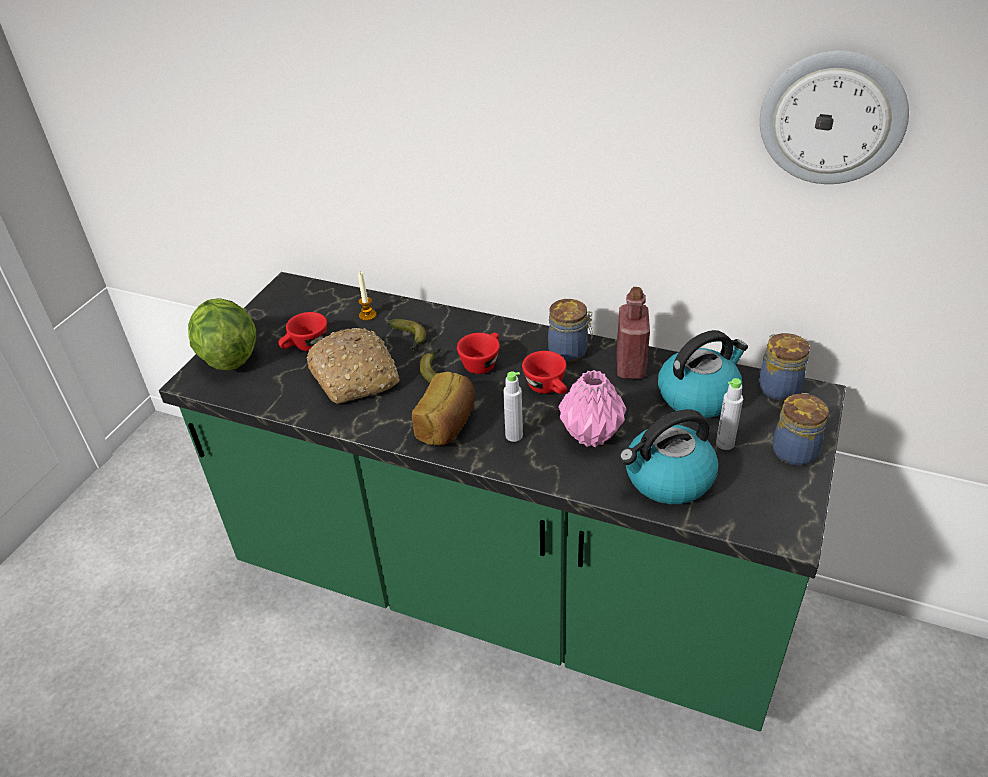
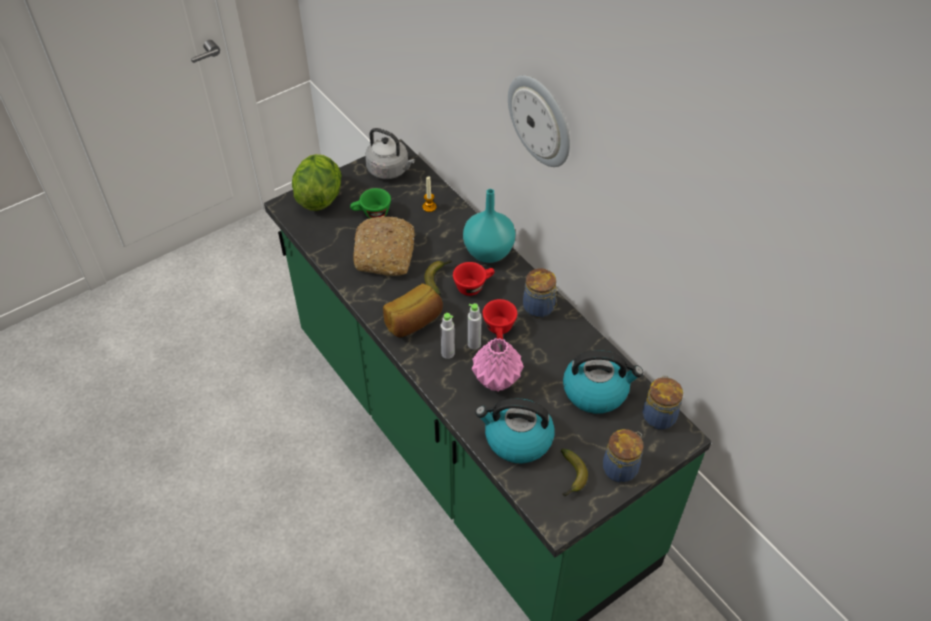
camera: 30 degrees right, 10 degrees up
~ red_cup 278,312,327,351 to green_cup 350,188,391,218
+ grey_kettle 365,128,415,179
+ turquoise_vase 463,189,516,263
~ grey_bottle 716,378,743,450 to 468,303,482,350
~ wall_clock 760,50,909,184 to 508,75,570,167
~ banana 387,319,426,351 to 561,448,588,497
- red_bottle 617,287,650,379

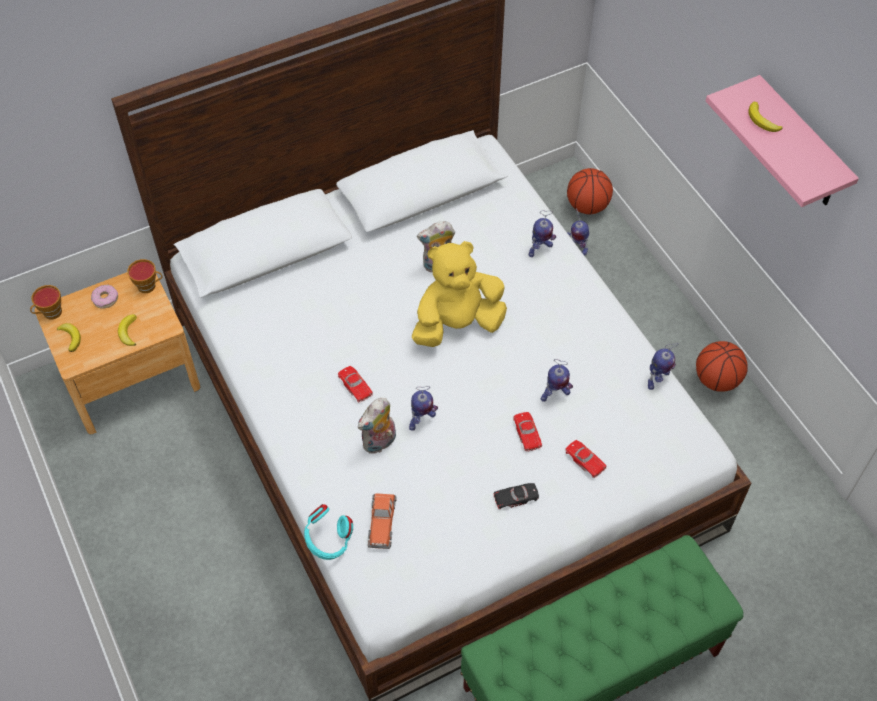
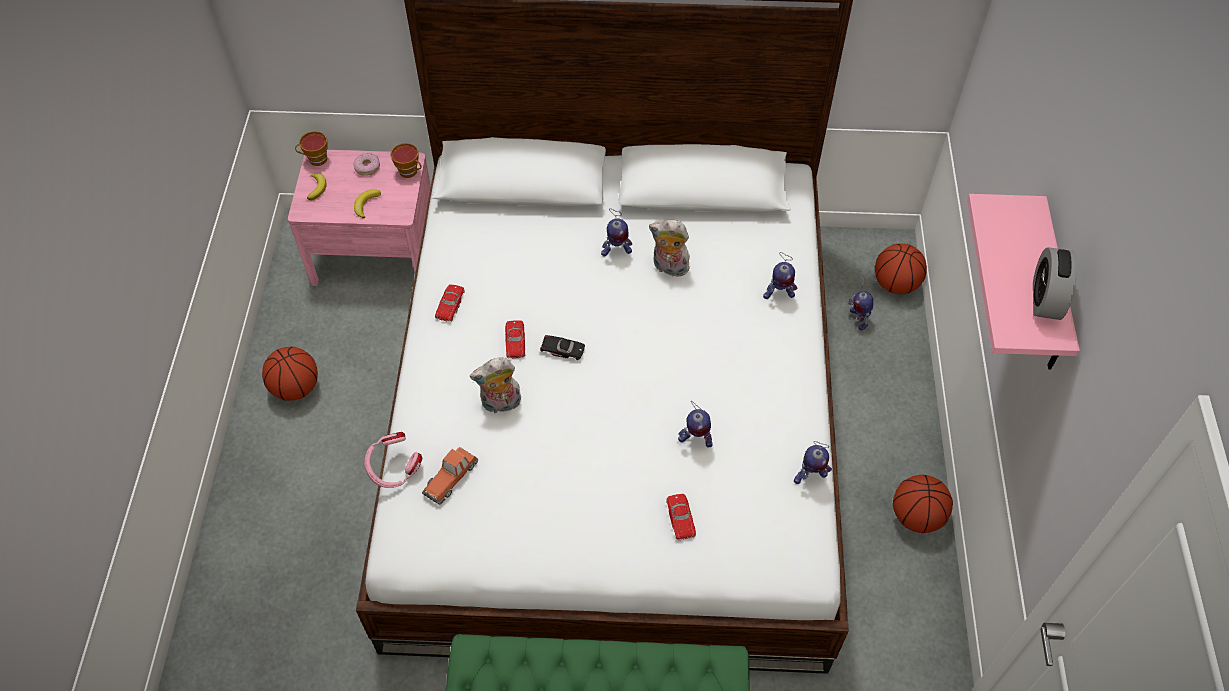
camera: 30 degrees right, 0 degrees up
+ basketball 262,347,318,401
~ brown_nightstand 34,272,200,434 to pink_nightstand 288,150,431,286
~ turquoise_headphones 304,504,353,560 to pink_headphones 364,432,423,488
~ red_toy_car 513,412,542,452 to 435,284,465,322
~ black_toy_car 493,483,539,509 to 540,335,585,360
~ toy_robot 409,386,438,431 to 601,208,632,256
+ alarm_clock 1033,247,1077,320
- yellow_plush_toy 412,241,507,347
- banana 748,102,783,132

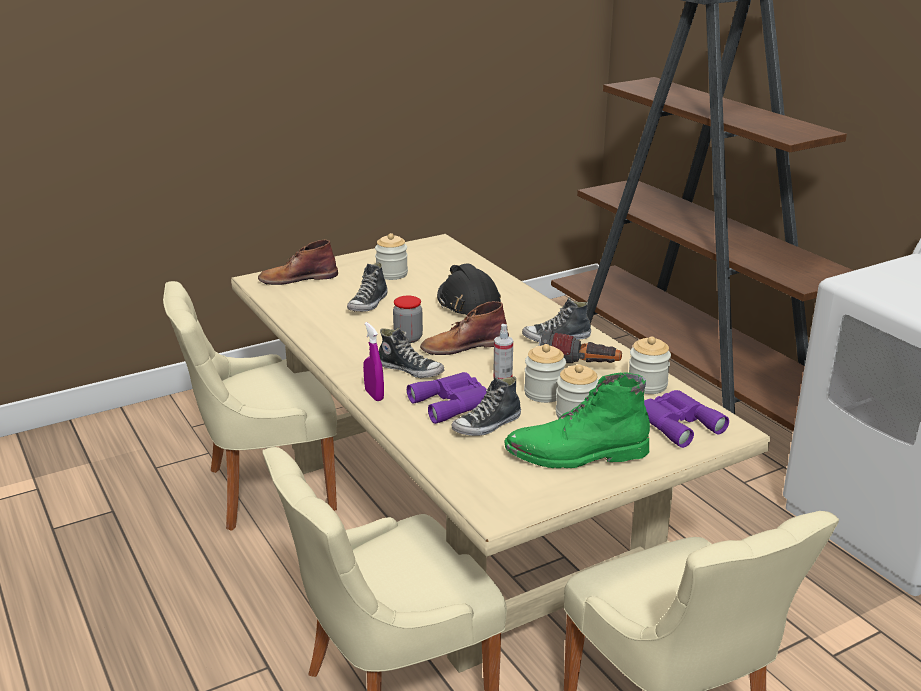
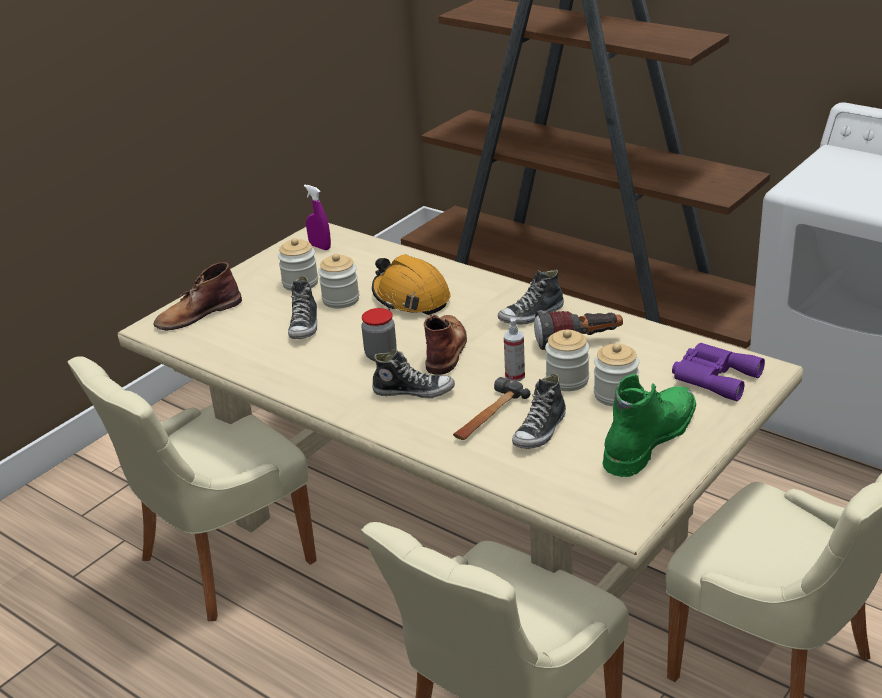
camera: 20 degrees left, 5 degrees up
~ purple_spray_bottle 363,322,384,401 to 304,185,331,250
~ jar 629,336,671,394 to 318,254,359,308
~ black_hard_hat 437,263,501,315 to orange_hard_hat 372,254,451,315
~ brown_boot 420,301,509,355 = 424,314,467,375 135 degrees clockwise
~ purple_binoculars 407,372,487,424 to hammer 453,377,530,440
~ green_boot 504,372,650,468 = 602,374,696,477 150 degrees clockwise

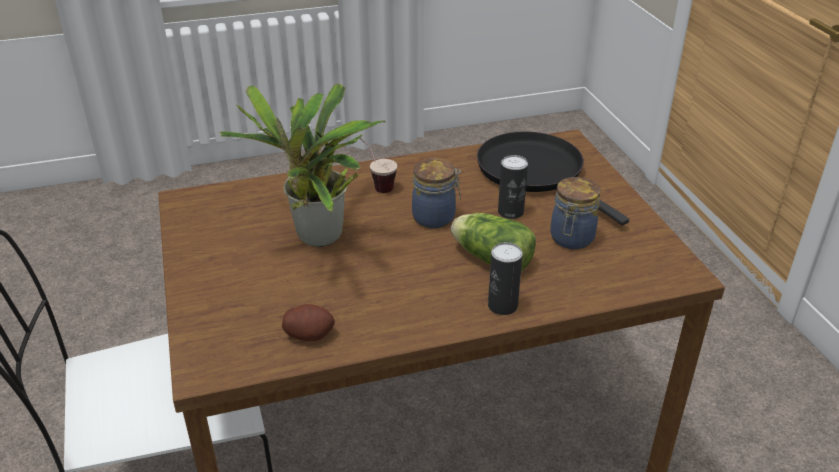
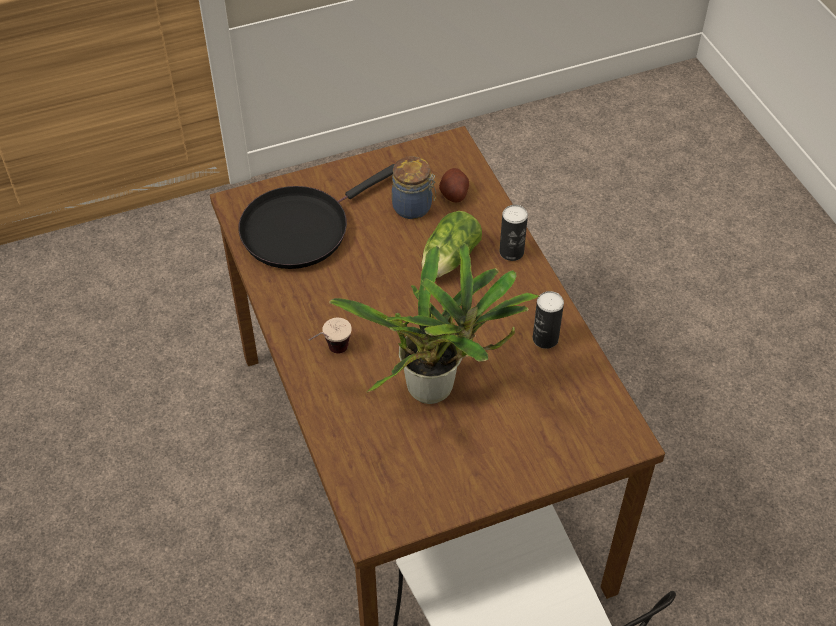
camera: 95 degrees left, 15 degrees up
~ potato 282,304,335,341 to 439,168,469,202
~ can 498,155,528,219 to 533,291,564,349
- jar 412,159,461,229

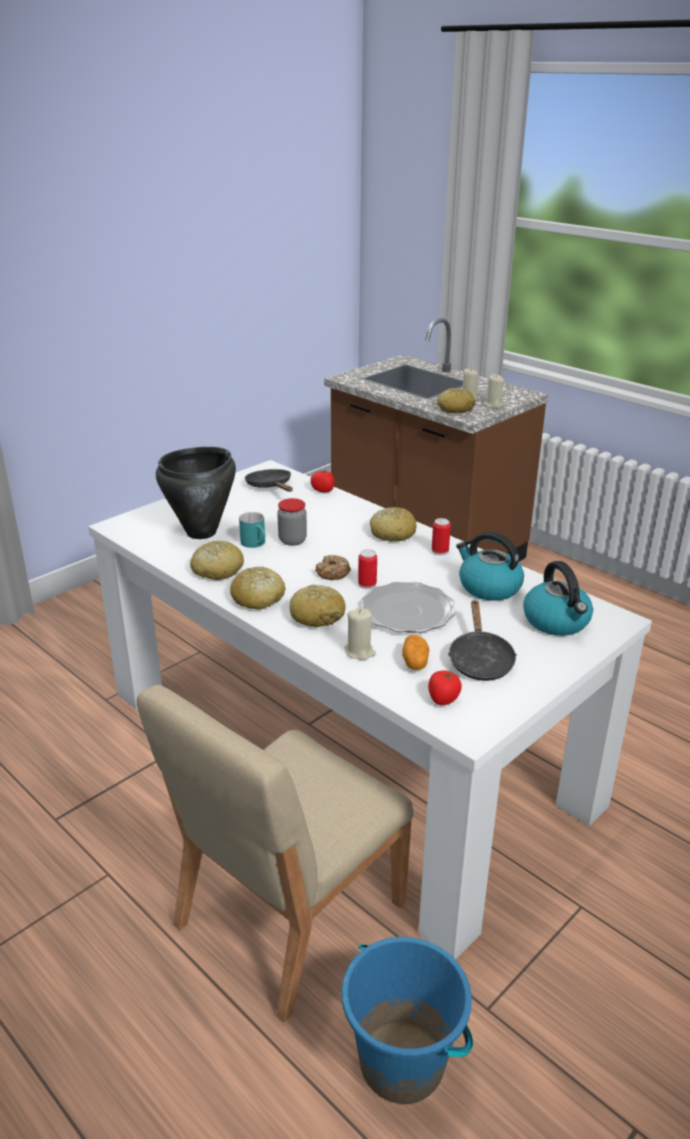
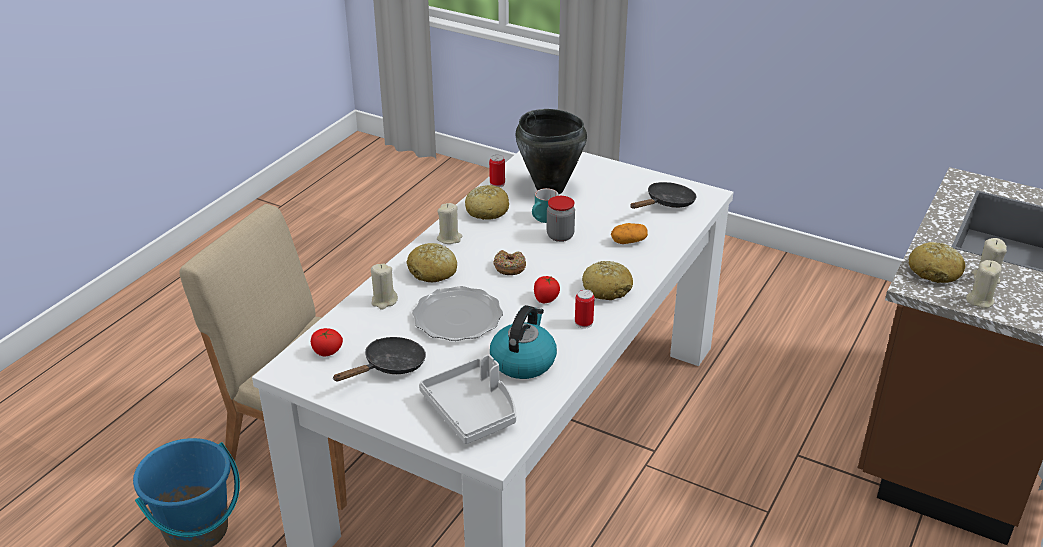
camera: 75 degrees right, 5 degrees up
~ black_frying_pan 448,600,517,681 = 333,337,426,382 150 degrees clockwise
~ kettle 523,561,593,636 to grey_tray 419,354,516,444
~ bread 230,566,286,610 to beige_candle 437,203,462,244
~ can 358,549,377,589 to 489,154,505,188
~ tomato 311,469,334,493 to 534,276,560,303
~ potato 402,635,429,670 to 611,223,648,244

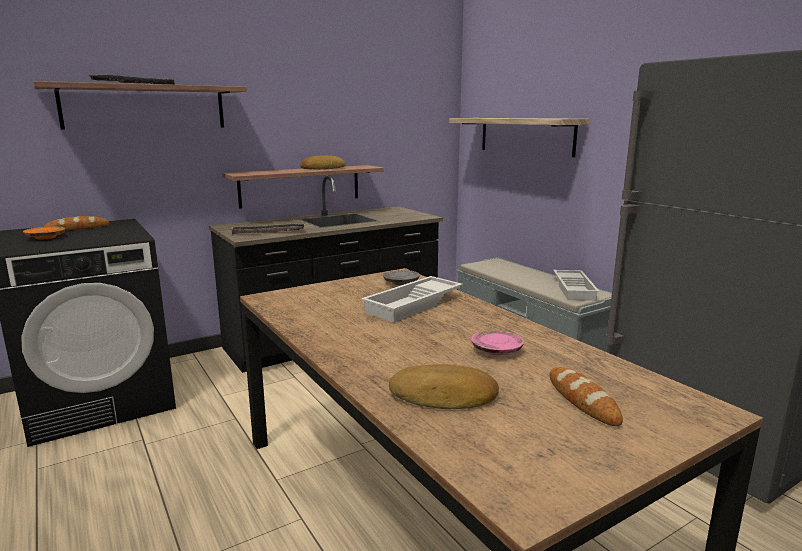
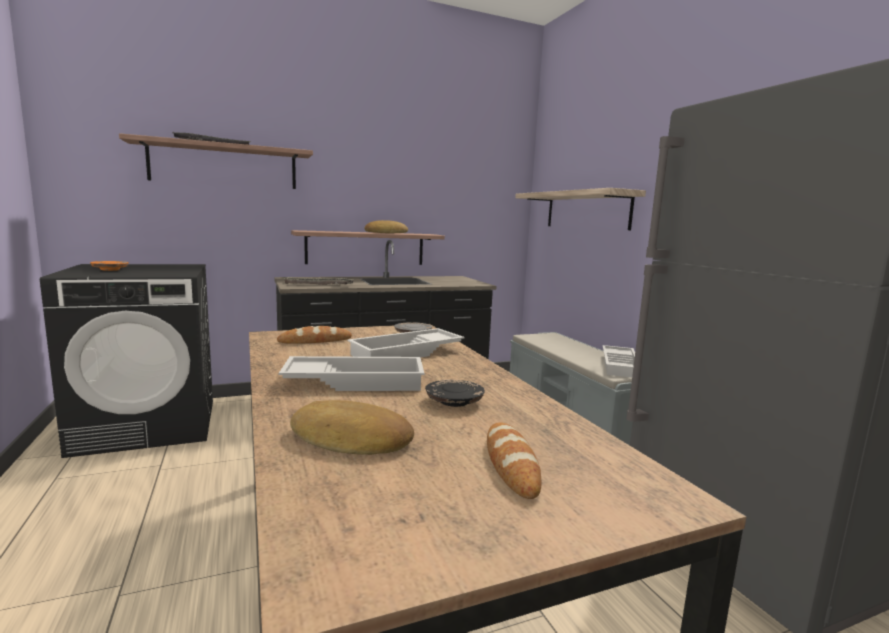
camera: 10 degrees right, 5 degrees down
~ bread 43,216,109,231 to 277,326,352,344
+ white_tray 279,356,424,391
~ pink_plate 471,330,524,356 to black_plate 425,380,485,407

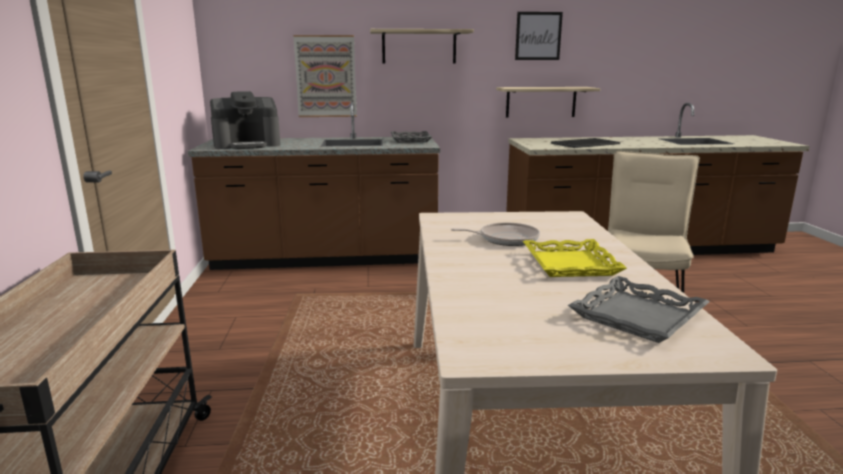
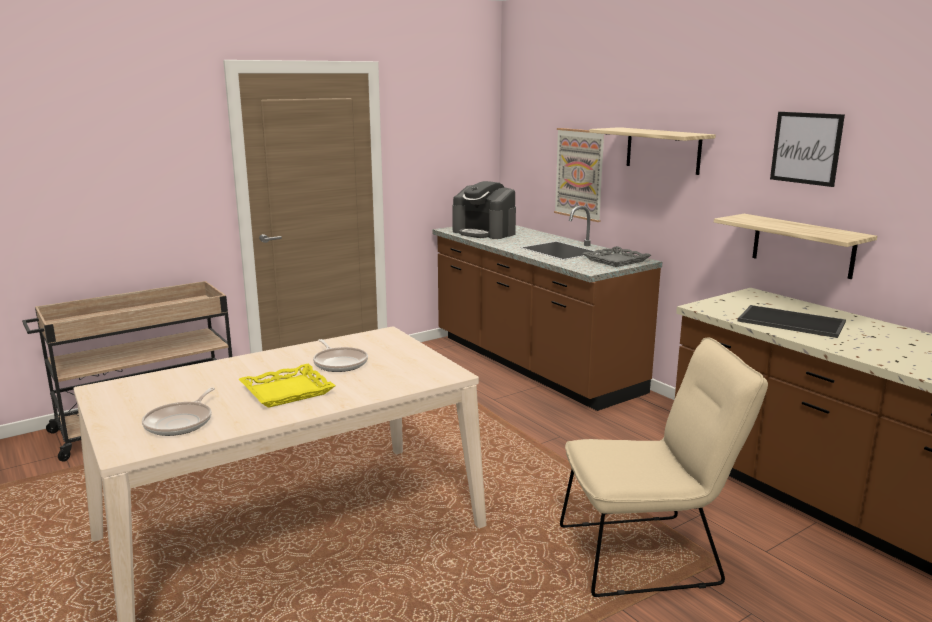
camera: 60 degrees right, 0 degrees up
~ grey_tray 568,276,710,343 to frying_pan 142,387,215,436

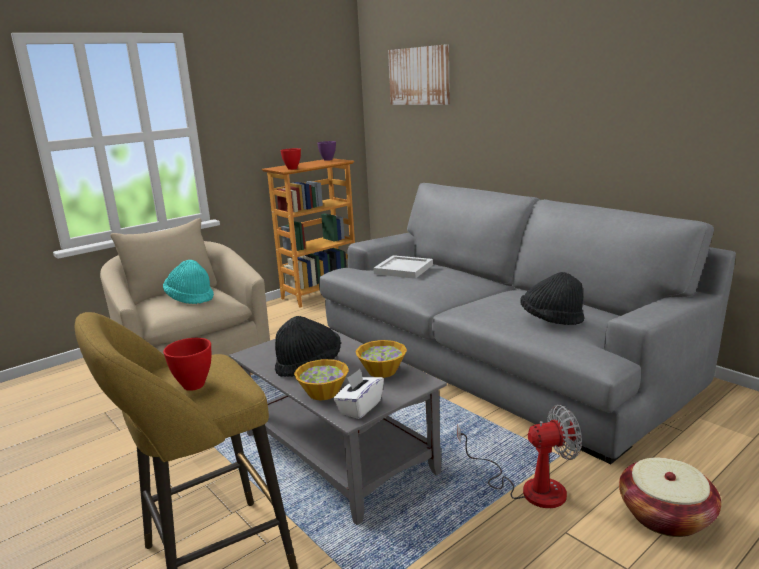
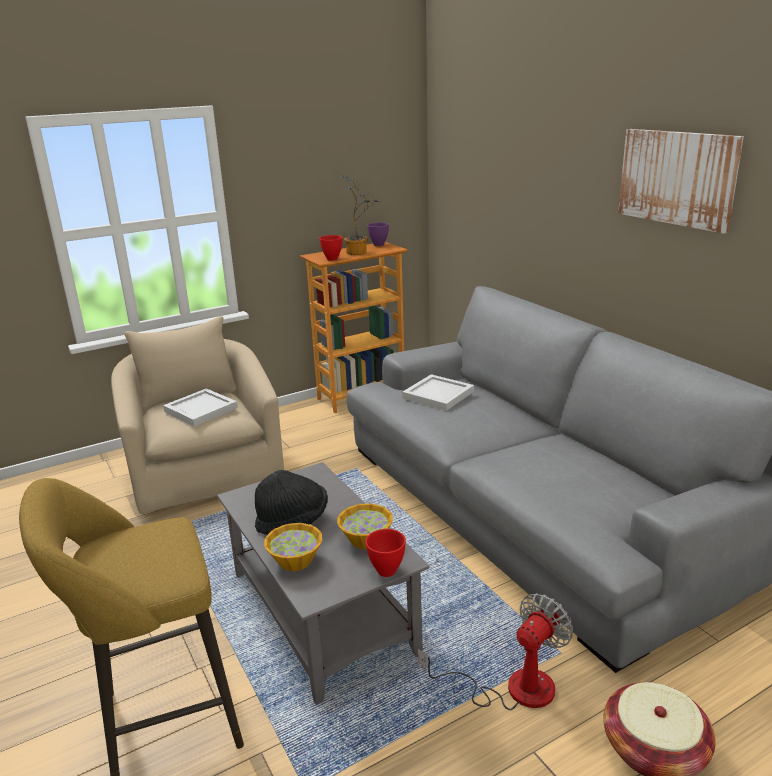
camera: 10 degrees right, 5 degrees up
~ turquoise_hat 163,260,214,304 to white_tray 163,388,238,427
+ potted_plant 339,175,379,255
~ red_bowl 163,338,211,391 to 365,529,406,577
~ fan 457,405,582,508 = 418,593,573,710 45 degrees counterclockwise
~ picture 388,44,450,105 to 618,129,744,233
- white_tissue_box 334,369,384,419
- black_hat 520,272,585,325

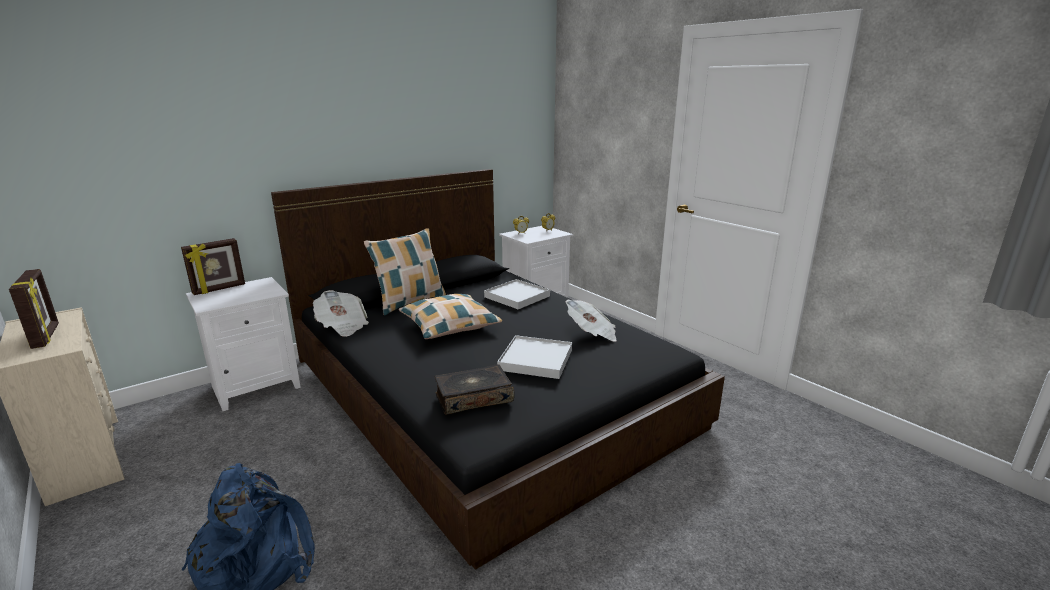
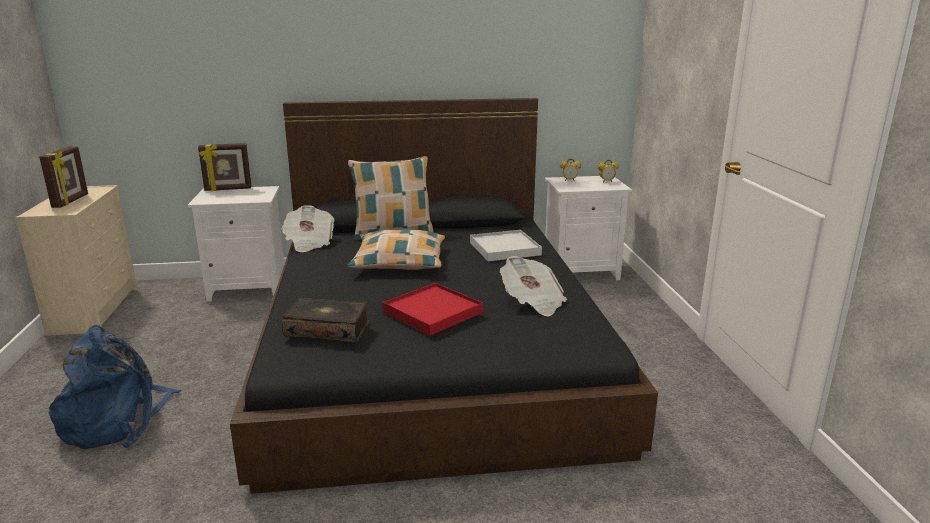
camera: 30 degrees right, 0 degrees up
~ white_tray 497,335,572,379 to red_tray 383,283,483,336

